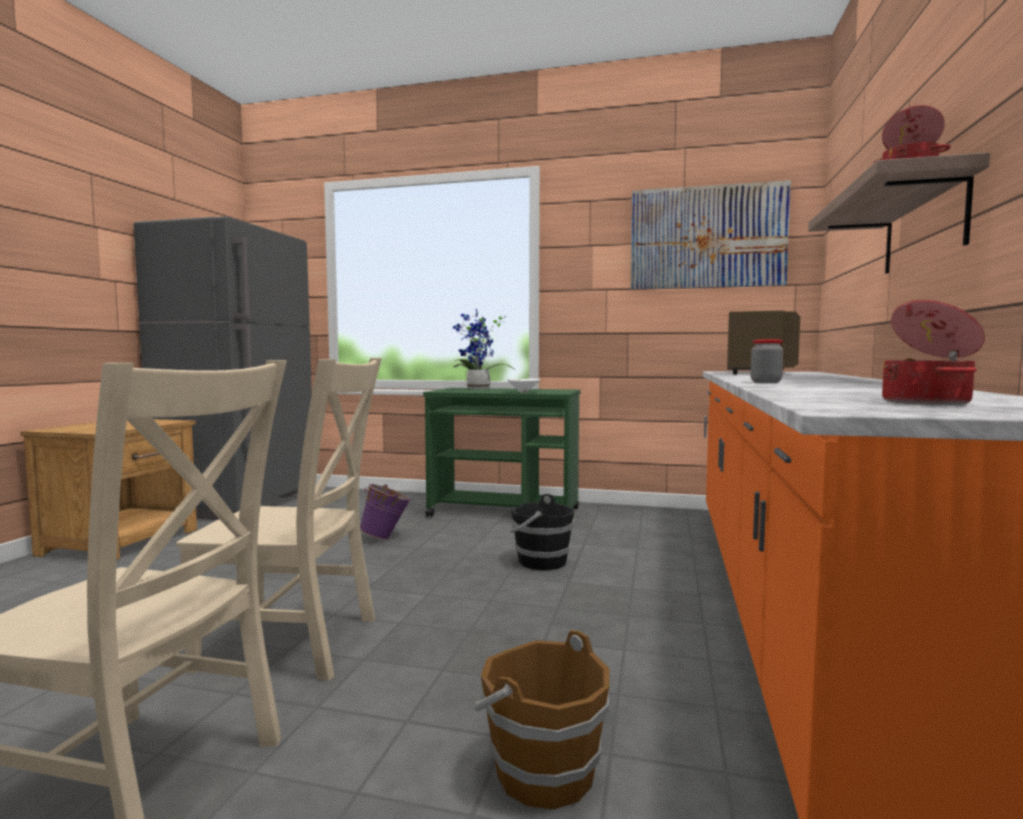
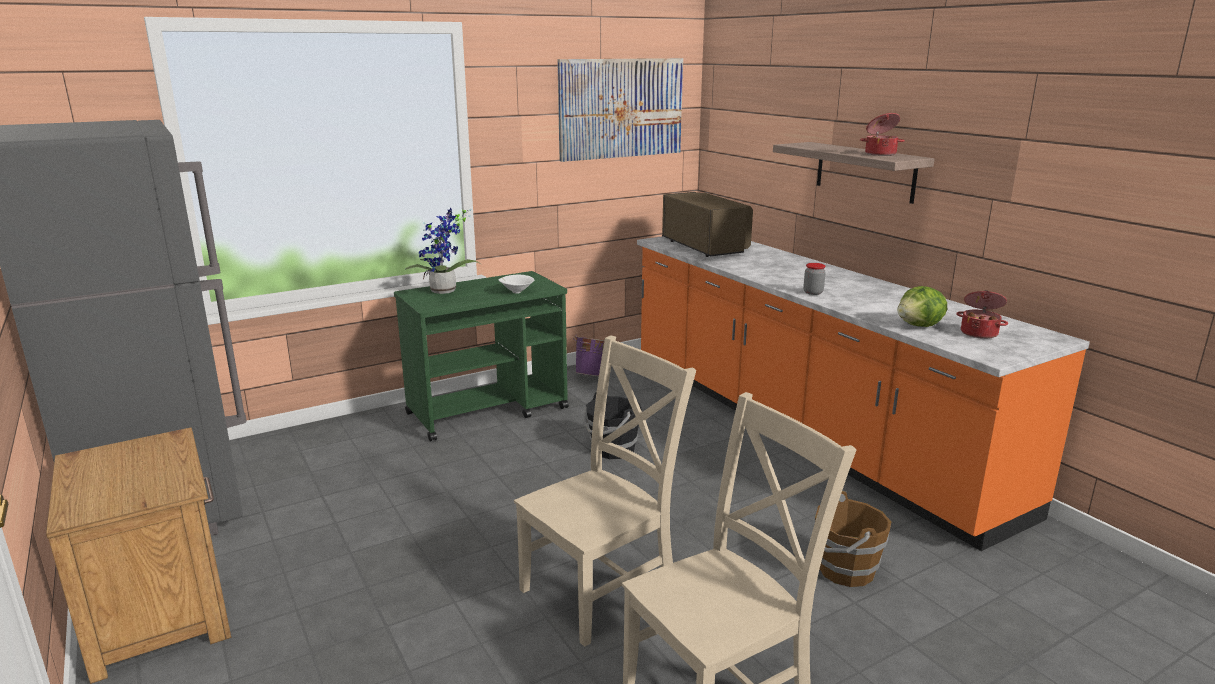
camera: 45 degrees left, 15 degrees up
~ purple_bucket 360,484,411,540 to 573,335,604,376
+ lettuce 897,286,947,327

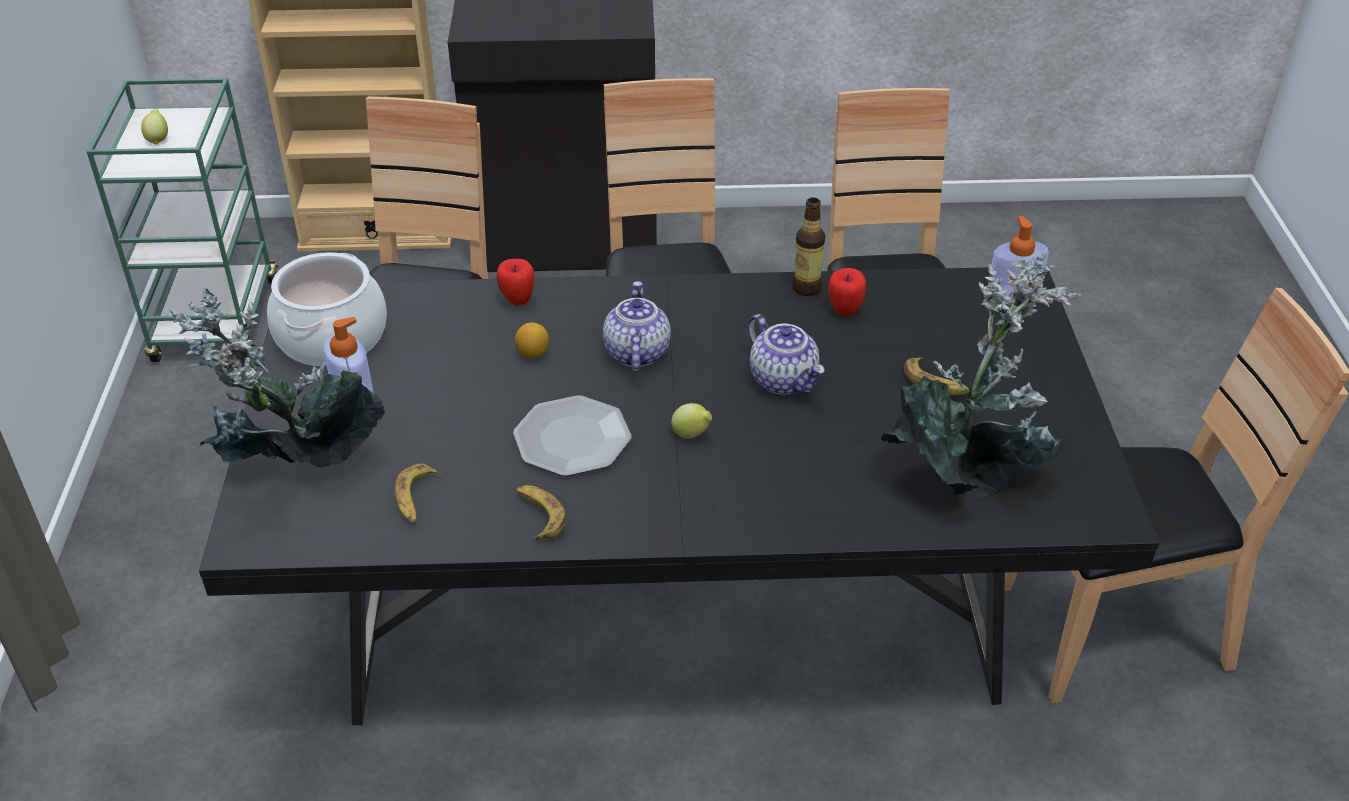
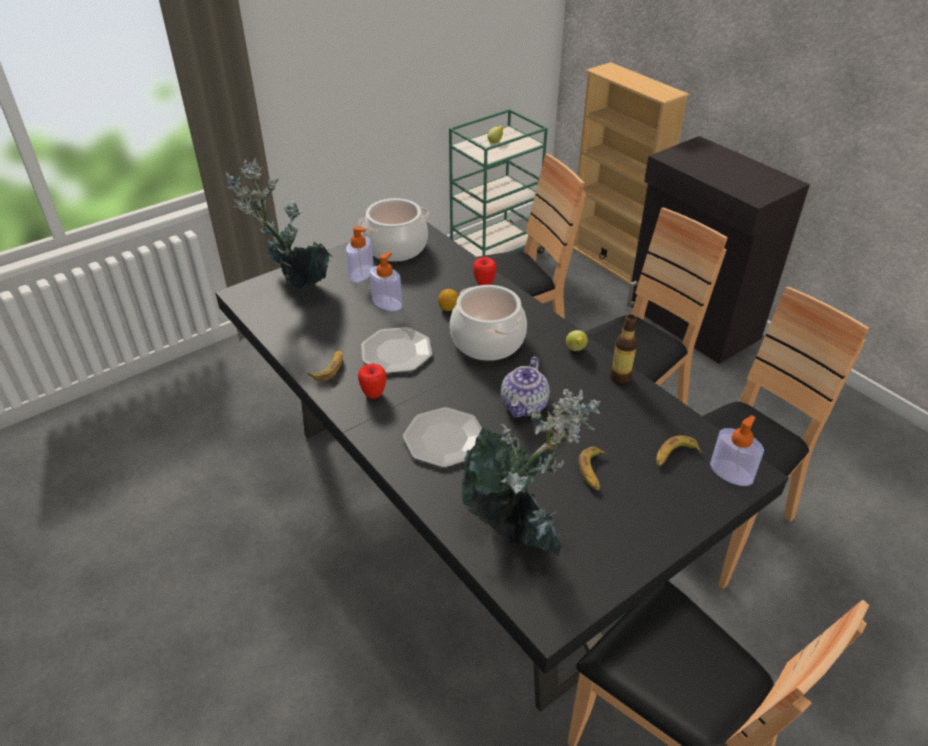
camera: 55 degrees right, 0 degrees up
~ apple 828,268,866,317 to 358,363,387,399
+ soap_dispenser 369,252,402,311
+ plate 403,407,482,467
~ teapot 603,281,671,372 to cooking_pot 450,285,527,361
~ lemon 671,403,712,439 to 566,330,588,351
~ banana 394,463,441,524 to 656,435,701,467

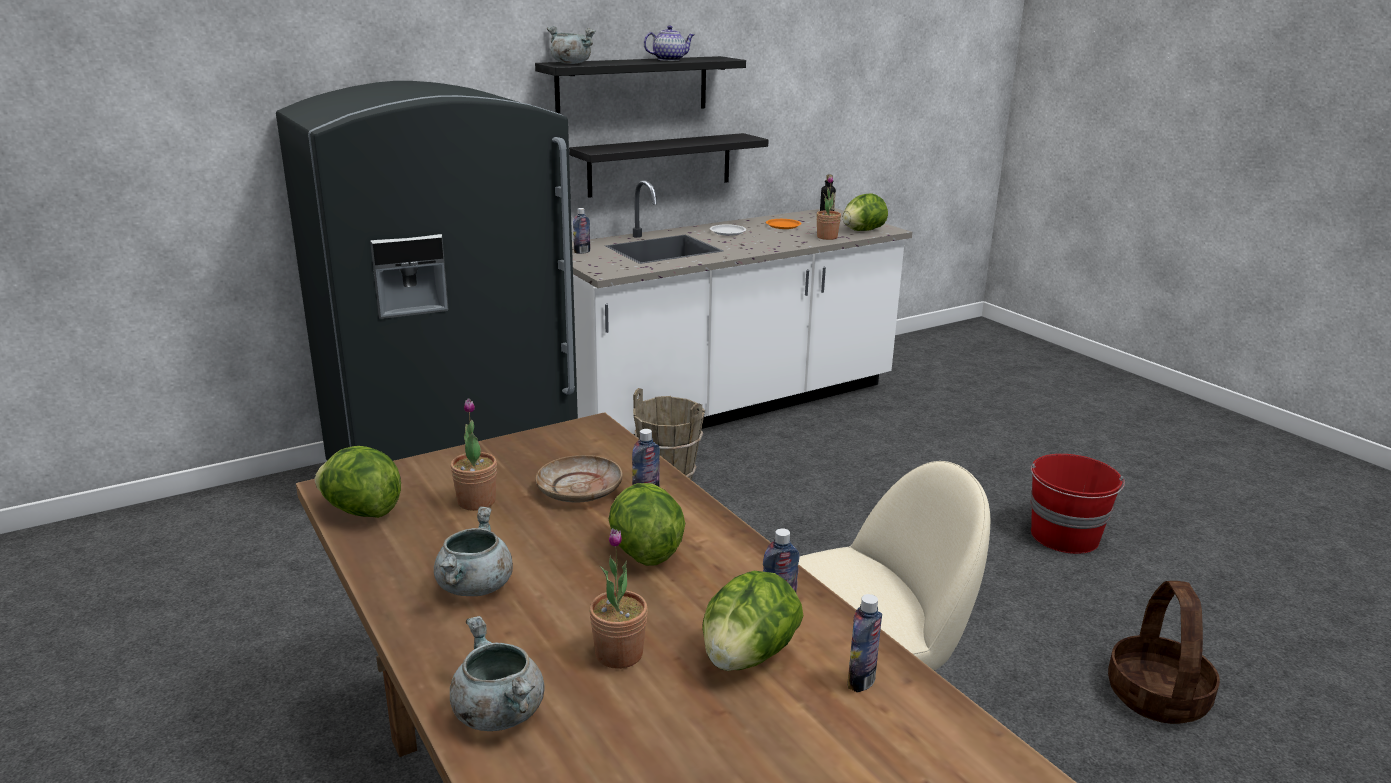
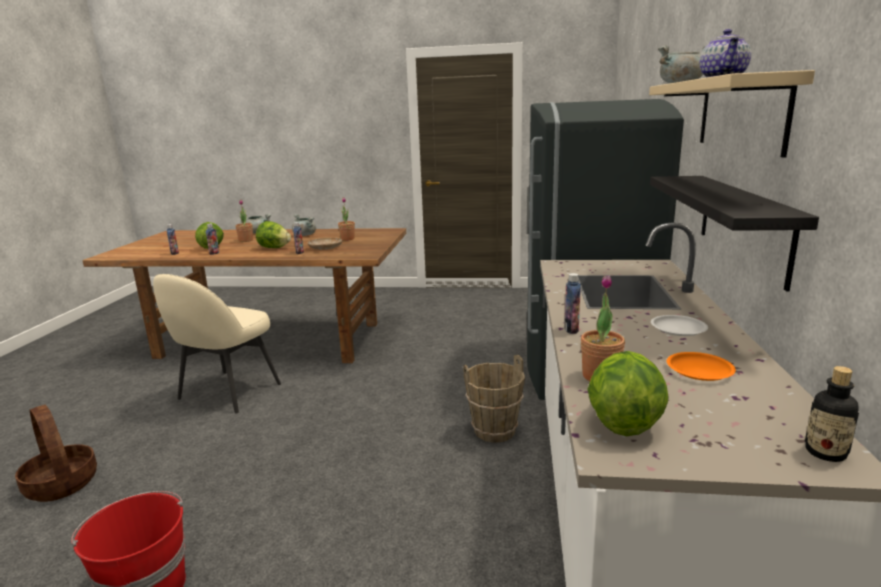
camera: 130 degrees right, 5 degrees down
~ bottle 573,208,591,254 to 564,273,581,334
~ black_shelf 535,56,746,114 to beige_shelf 649,70,815,158
- lettuce 315,446,401,518

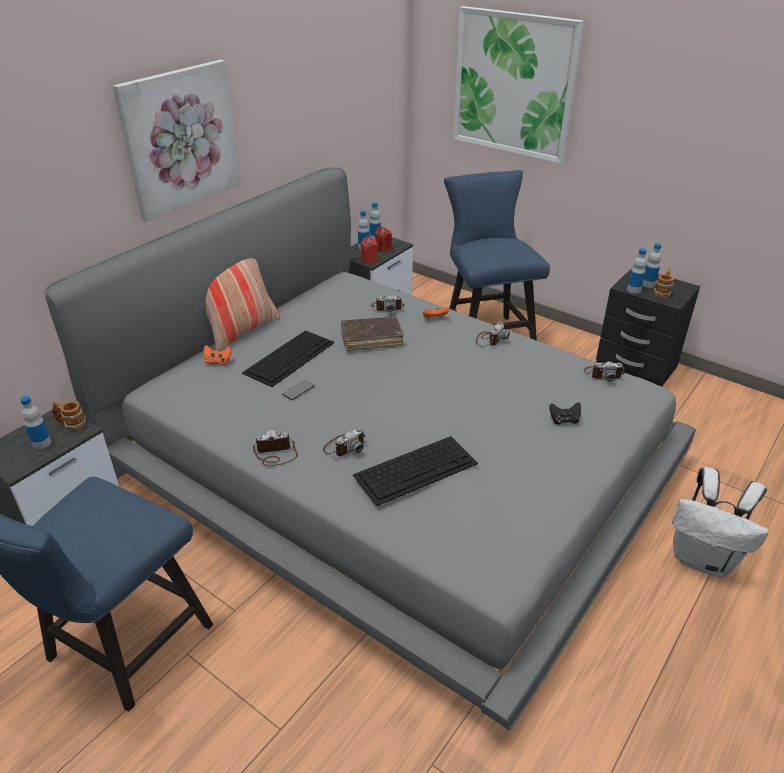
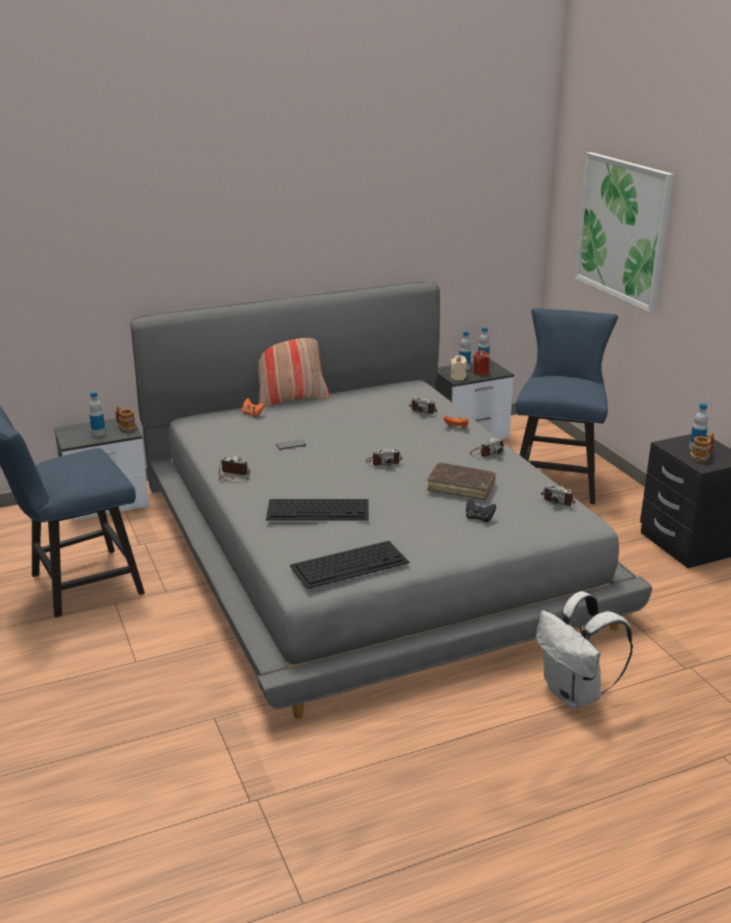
camera: 30 degrees right, 10 degrees down
~ keyboard 242,330,335,387 to 290,541,409,589
~ photo_camera 323,428,365,456 to 366,448,402,466
~ brown_book 341,317,404,351 to 427,462,496,500
~ red_candle 361,237,378,263 to beige_candle 451,355,467,381
- picture 113,60,241,222
- bottle 627,248,646,294

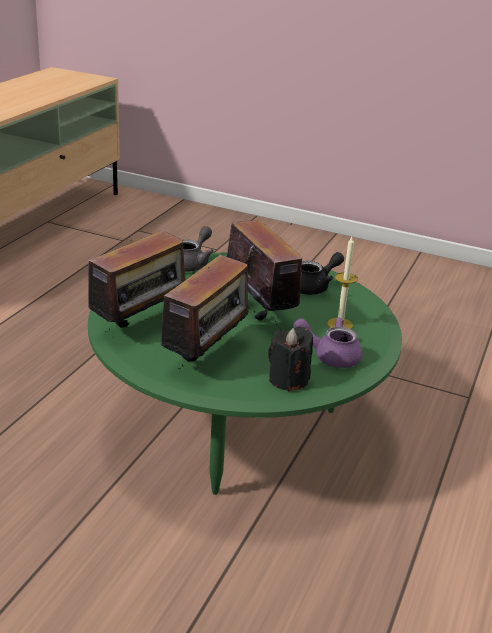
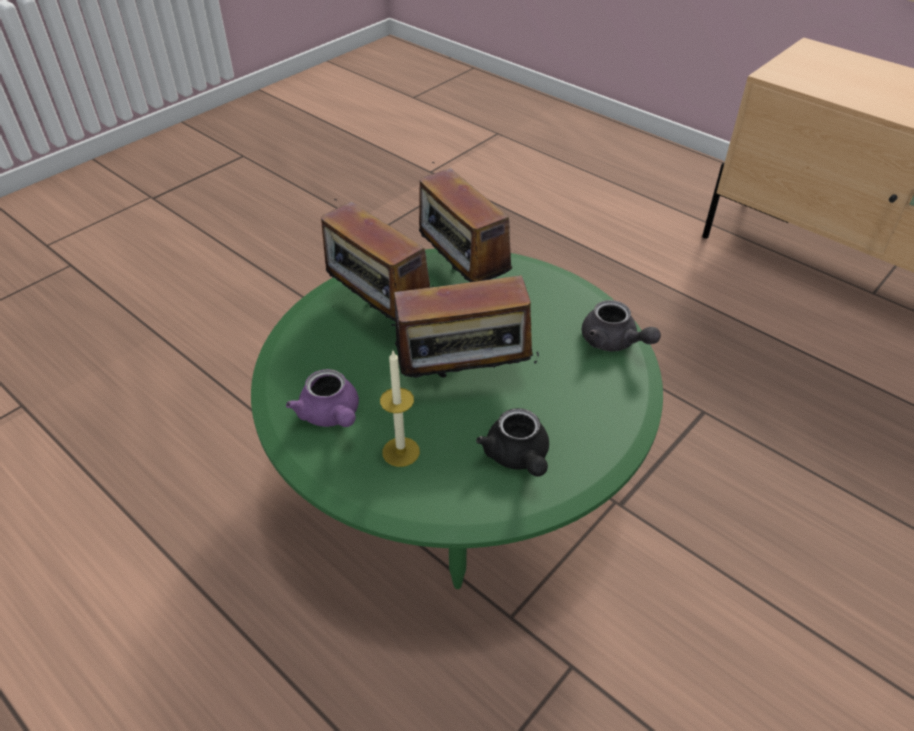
camera: 110 degrees right, 15 degrees up
~ purple_teapot 293,318,362,368 = 286,369,359,427 120 degrees clockwise
- black_candle 268,326,313,391

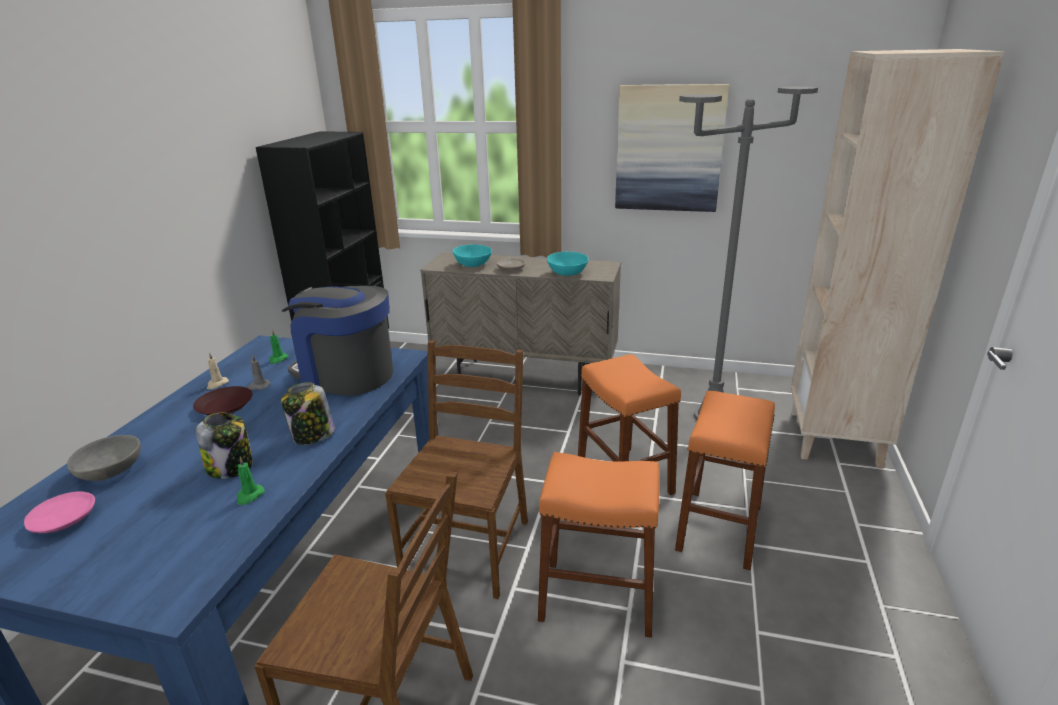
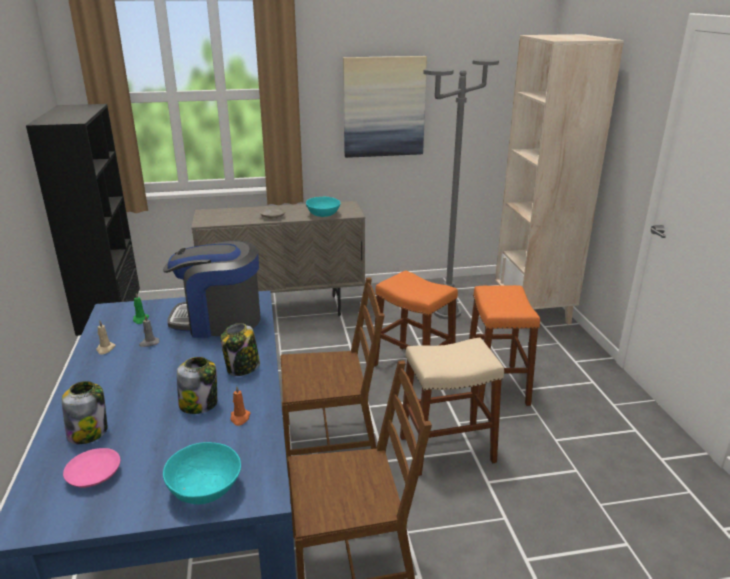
camera: 25 degrees left, 0 degrees up
~ grey_bowl 67,435,141,481 to jar 62,381,107,444
~ turquoise_bowl 453,244,492,267 to 163,442,241,504
~ green_candle 237,457,265,505 to orange_candle 230,386,251,426
~ brown_chair 385,340,528,599 = 280,278,385,478 90 degrees clockwise
~ orange_stool 538,452,660,638 to beige_stool 400,337,504,476
- brown_plate 193,386,253,416

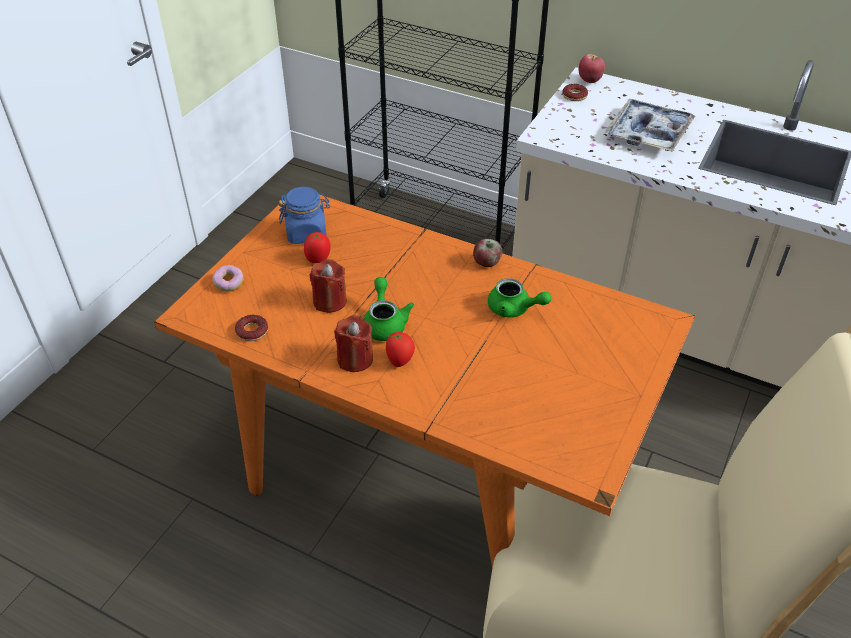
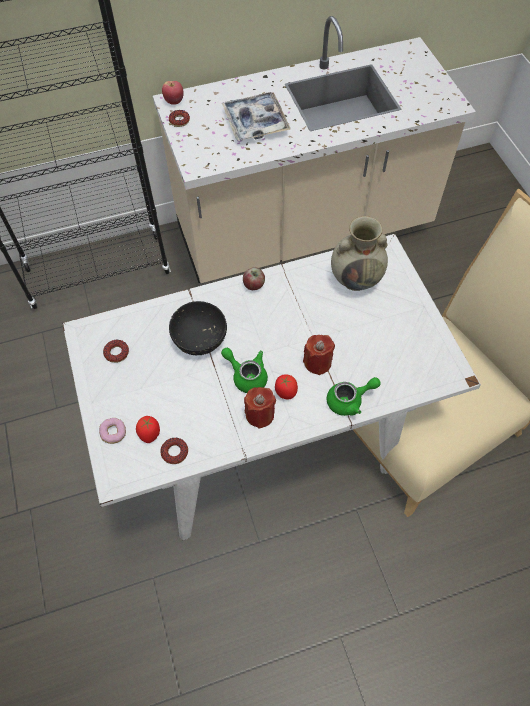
camera: 45 degrees left, 15 degrees up
~ orange_dining_table 154,195,695,568 to white_dining_table 62,234,481,540
~ blue_jar 279,187,330,244 to donut 103,340,129,363
~ tomato 304,232,331,263 to 136,416,160,443
+ black_bowl 169,301,227,355
~ red_candle 310,259,347,313 to 303,335,335,375
~ green_teapot 488,278,551,317 to 327,377,381,416
+ beige_vase 331,216,388,291

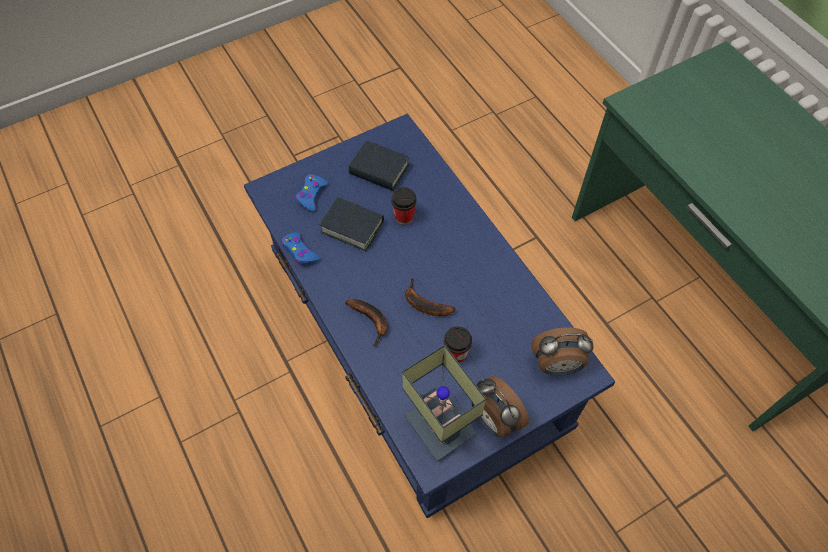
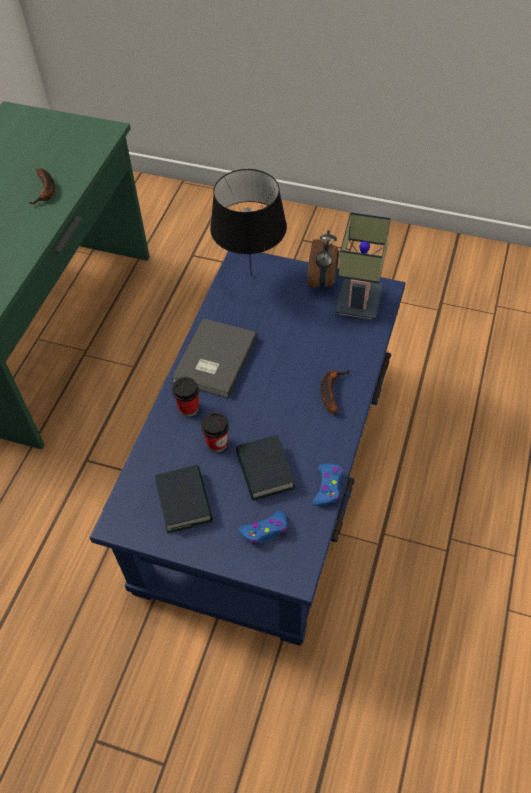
camera: 130 degrees left, 5 degrees down
~ banana 405,277,455,316 to 29,169,55,204
+ grey_book 172,319,257,398
~ cup 444,326,472,364 to 172,377,199,417
~ alarm_clock 531,327,593,376 to black_table_lamp 210,169,287,277

